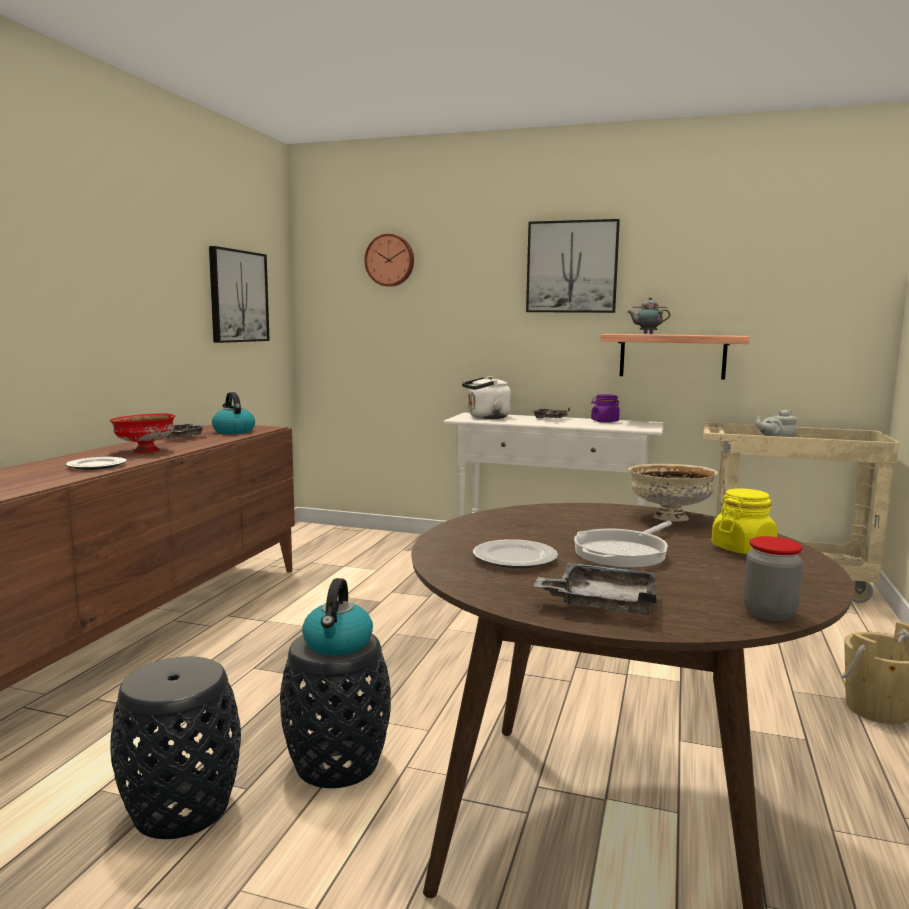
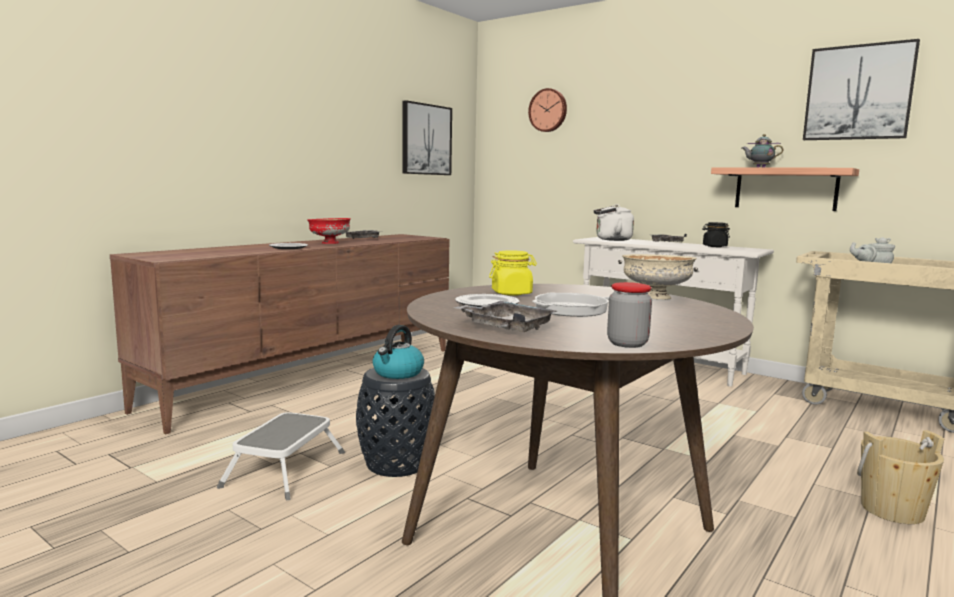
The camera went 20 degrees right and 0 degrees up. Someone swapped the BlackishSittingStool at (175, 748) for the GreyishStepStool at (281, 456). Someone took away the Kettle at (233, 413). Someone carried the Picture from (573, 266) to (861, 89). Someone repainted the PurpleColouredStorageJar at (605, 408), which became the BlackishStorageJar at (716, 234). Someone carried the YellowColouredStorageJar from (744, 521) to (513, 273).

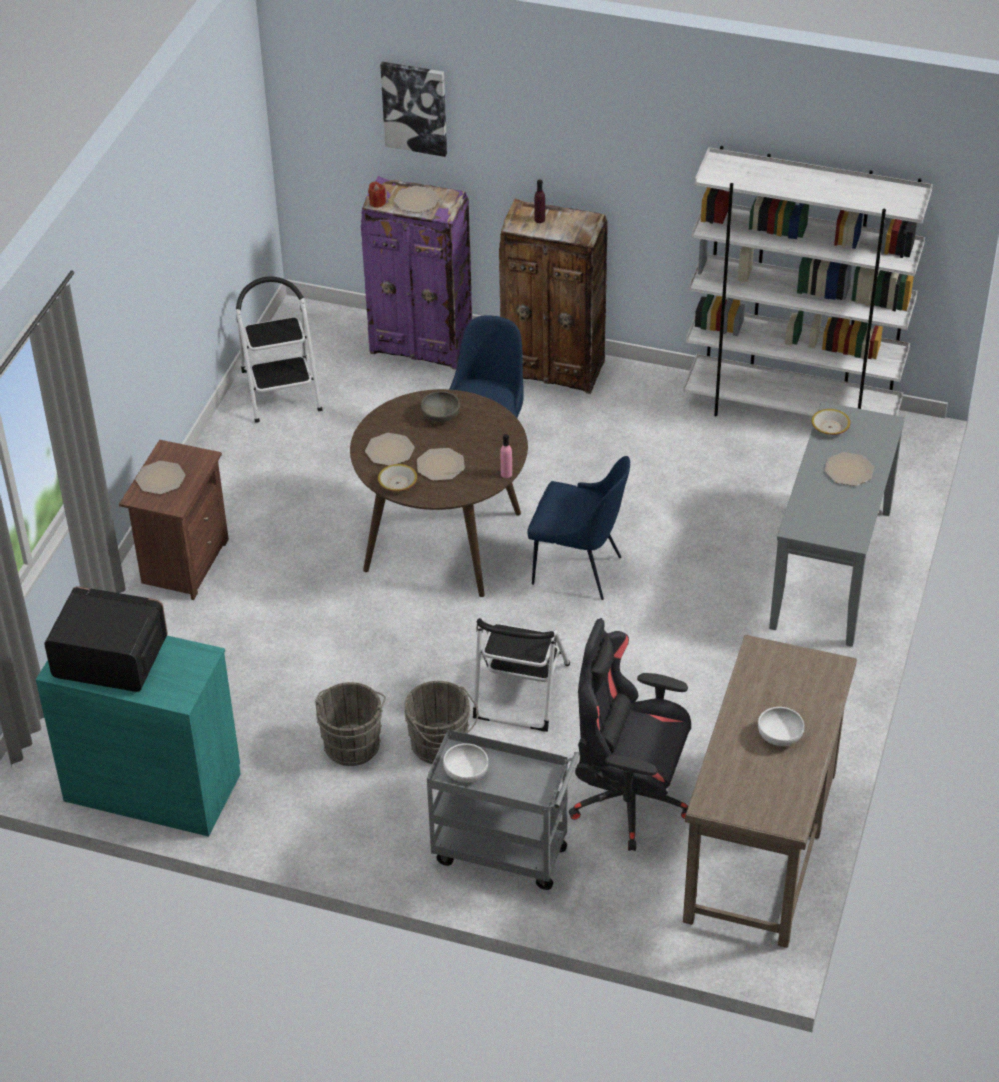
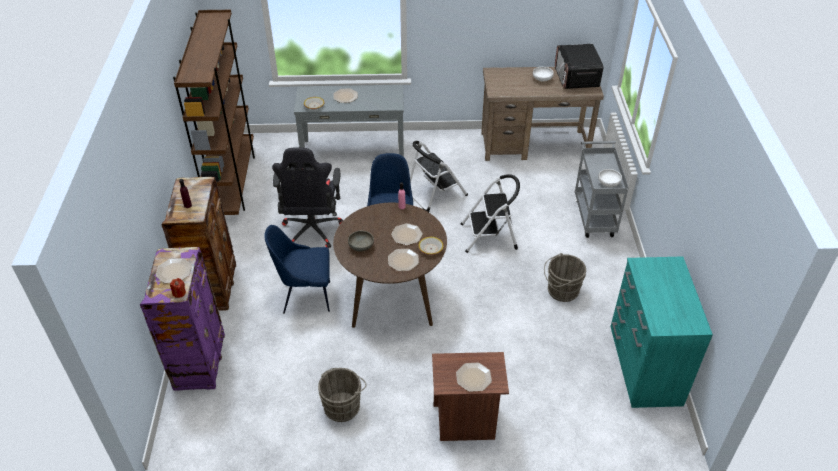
The camera went 110 degrees left and 0 degrees up. Someone carried the Microwave from (106, 639) to (579, 66). Someone carried the StepStool from (279, 350) to (439, 176). Someone took away the Picture at (413, 109). Someone carried the GreyishBucket from (441, 722) to (342, 395). Someone carried the BlackishComputerChair from (630, 734) to (307, 197). Someone repainted the WhitishShelvingUnit at (808, 281), which became the BrownColouredShelvingUnit at (214, 112).

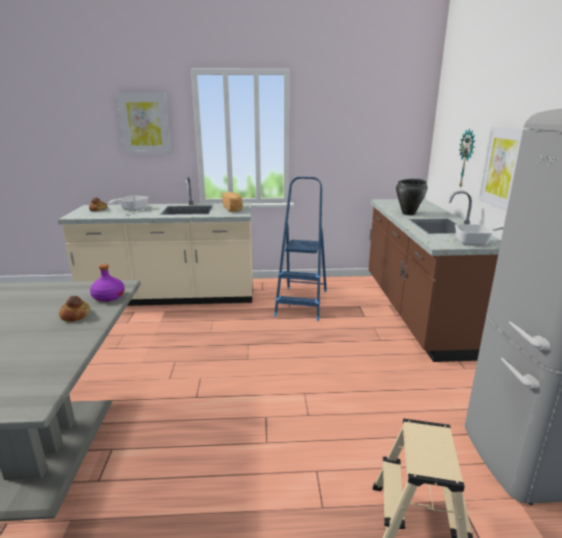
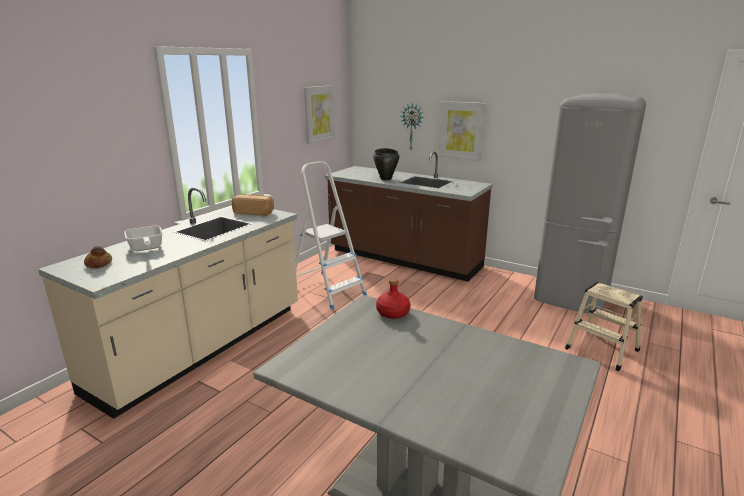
The camera went 55 degrees left and 0 degrees up. Someone took away the BakeryBread at (74, 309). Someone repainted the PurpleColouredBottle at (107, 283), which became the RedBottle at (393, 298). Someone carried the Picture from (143, 123) to (319, 114). Someone repainted the BluishStepStool at (300, 249), which became the WhitishStepStool at (331, 235). Someone took away the Pan at (479, 234).

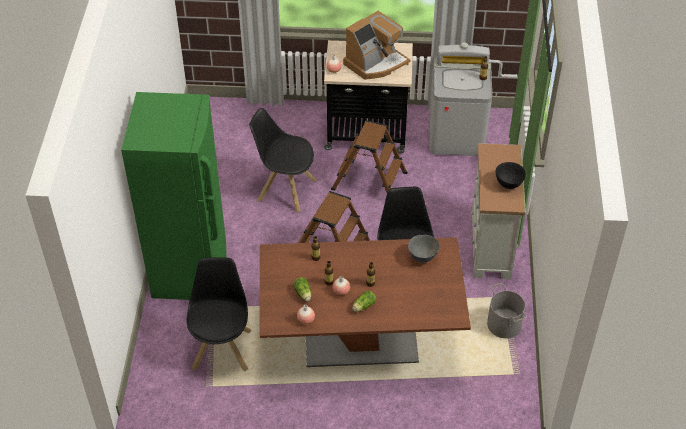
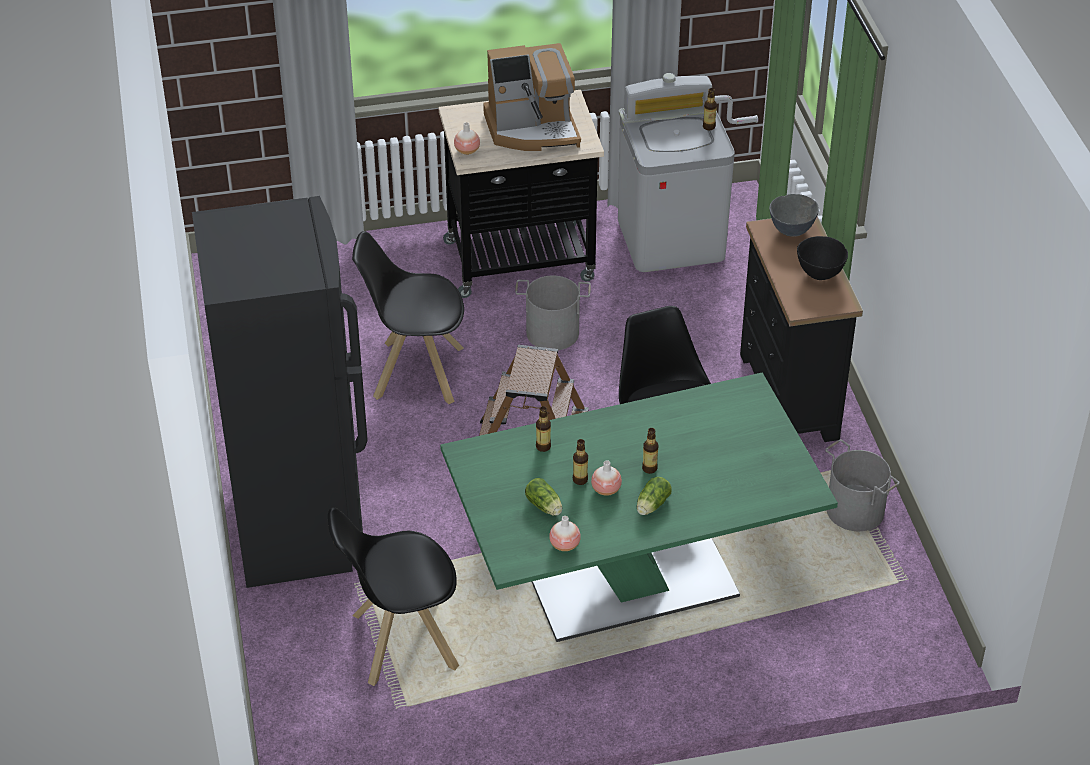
The camera went 15 degrees left and 5 degrees down. Someone repainted the GreenishRefrigerator at (174, 196), which became the BlackishRefrigerator at (280, 392). Someone rotated the BlackishPlainChair at (218, 314) by 90 degrees counterclockwise. Someone repainted the BrownColouredDinnerTable at (365, 302), which became the GreenishDinnerTable at (639, 507). Someone swapped the BrownColouredStepStool at (369, 156) for the GreyishBucket at (553, 313). Someone rotated the CoffeeBrewer at (376, 45) by 45 degrees clockwise. Someone carried the GreyishBowl from (424, 249) to (794, 215). Someone repainted the WhitishChestOfDrawers at (498, 211), which became the BlackishChestOfDrawers at (801, 329).

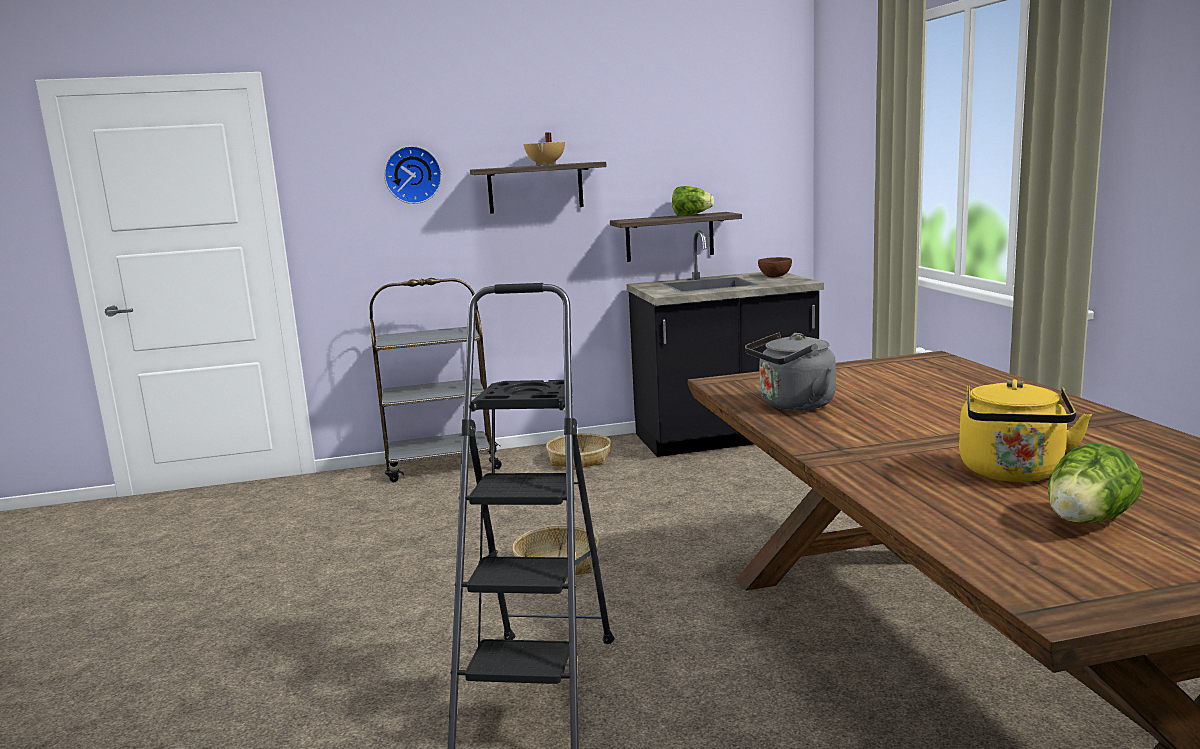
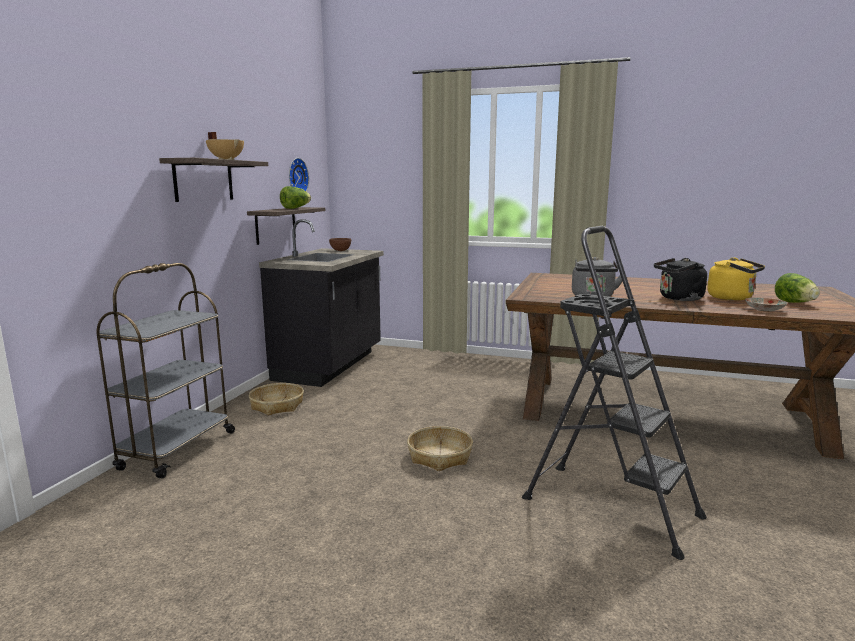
The camera went 60 degrees left and 0 degrees up. Someone carried the HangingClock from (413, 175) to (299, 175). Someone put down the BlackishKettle at (680, 279). Someone put down the Plate at (766, 305).

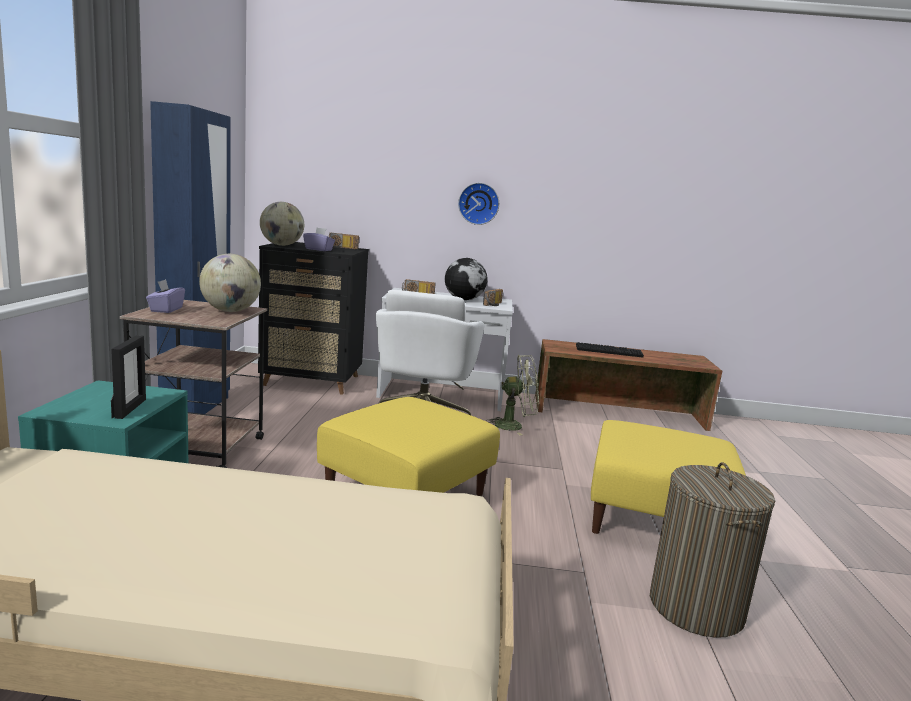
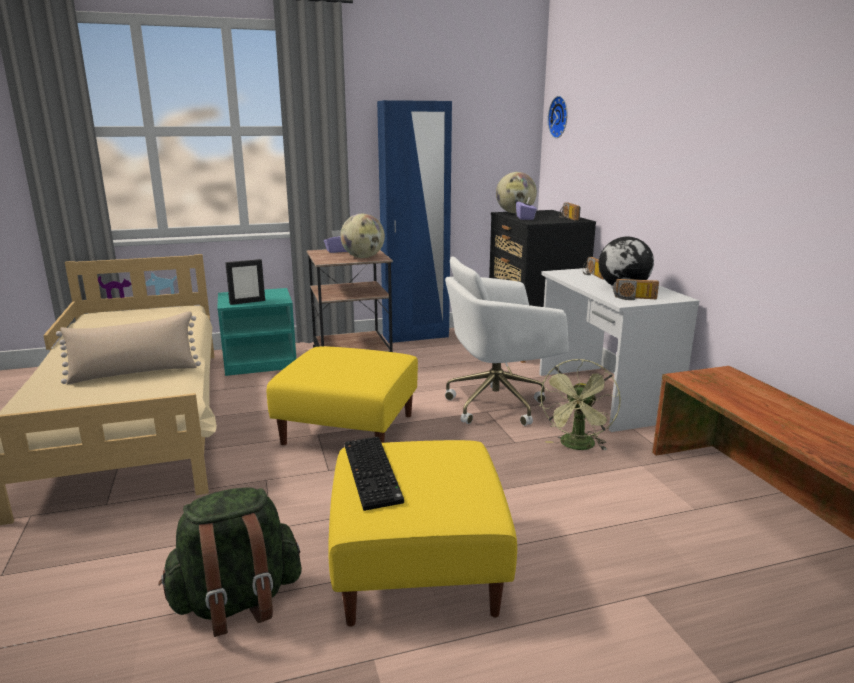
The camera went 70 degrees right and 5 degrees up. Someone carried the HangingClock from (478, 204) to (558, 117). Someone rotated the GreenishElectricFan at (512, 395) by 45 degrees clockwise. Someone carried the PcKeyboard from (610, 350) to (374, 474). Someone swapped the WashingBasket at (713, 550) for the GreenishKnapsack at (230, 562). Someone put down the SandColouredThrowPillow at (128, 347).

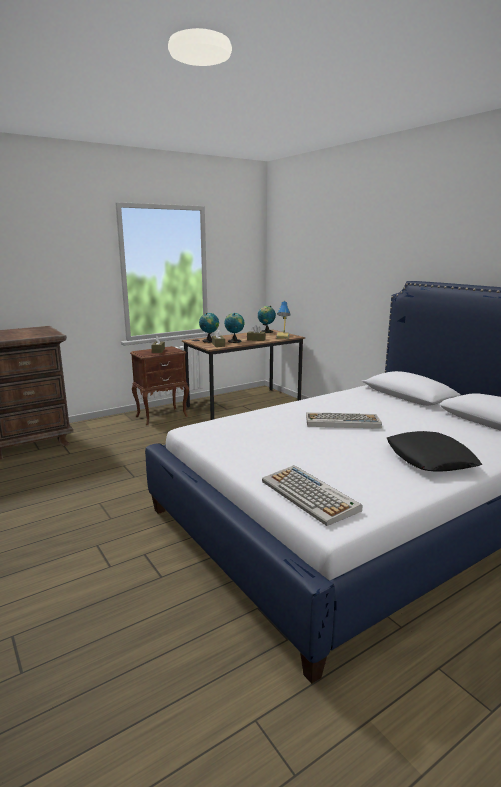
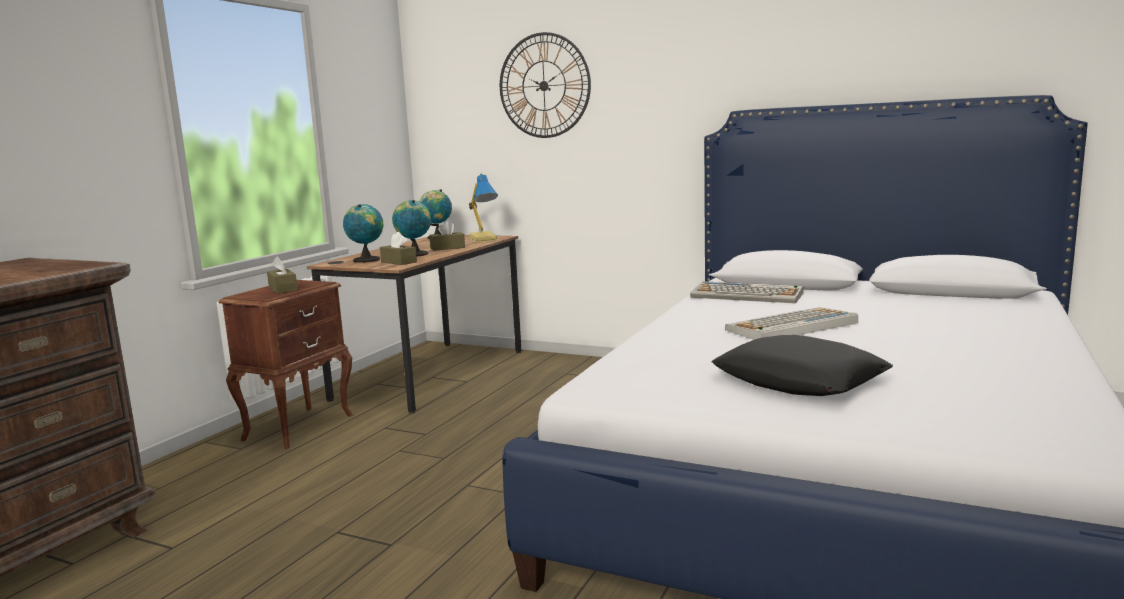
The camera went 30 degrees left and 5 degrees down. Someone carried the PcKeyboard from (312, 495) to (746, 292). Someone carried the BlackishThrowPillow from (434, 451) to (802, 365). Someone put up the HangingClock at (545, 85).

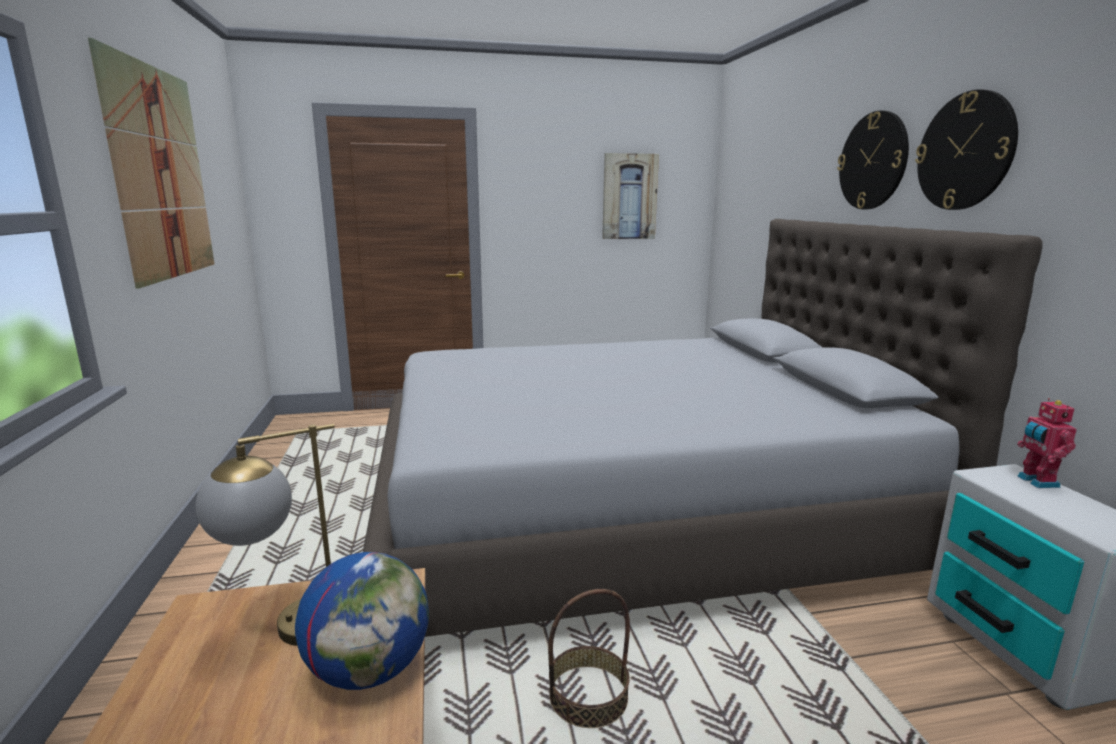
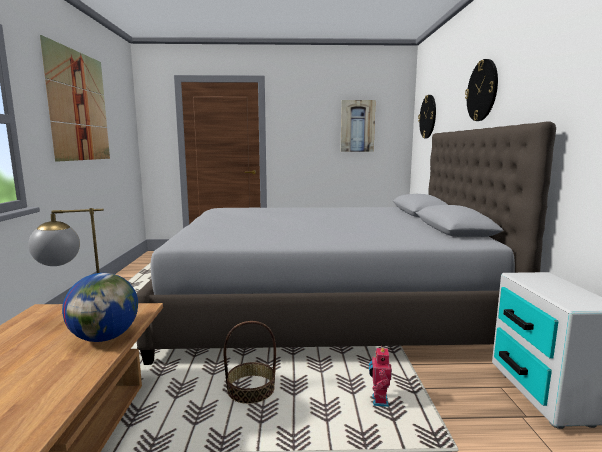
The camera went 10 degrees right and 5 degrees down. Someone carried the HangingClock from (966, 149) to (427, 116). Someone carried the ModelRobot from (1047, 443) to (380, 376).

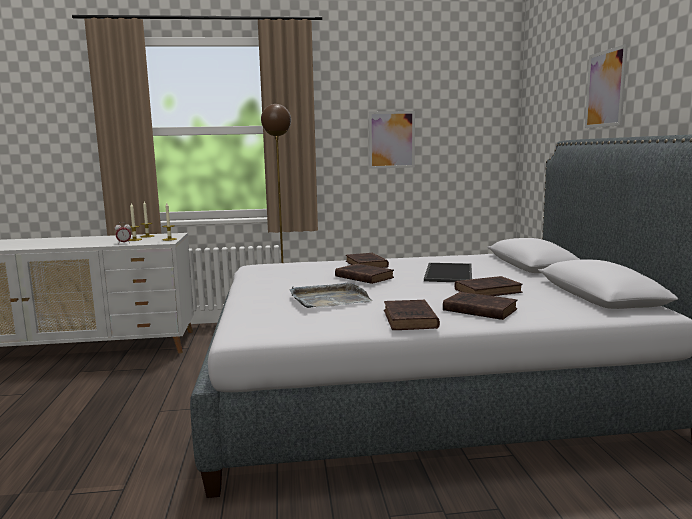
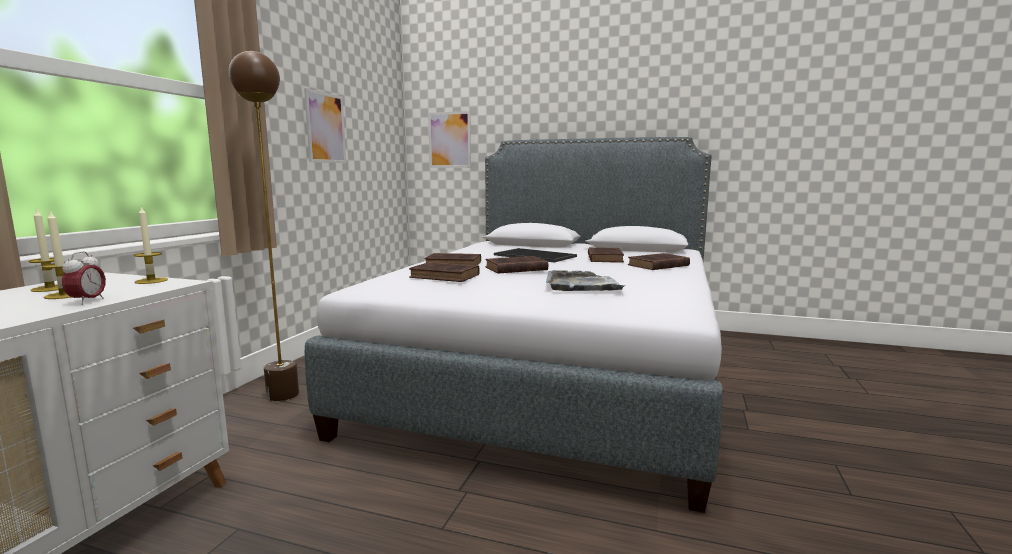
The camera went 65 degrees left and 0 degrees up. Someone carried the BrownColouredBoundBook from (412, 315) to (444, 272). Someone carried the Picture from (606, 86) to (449, 139).

